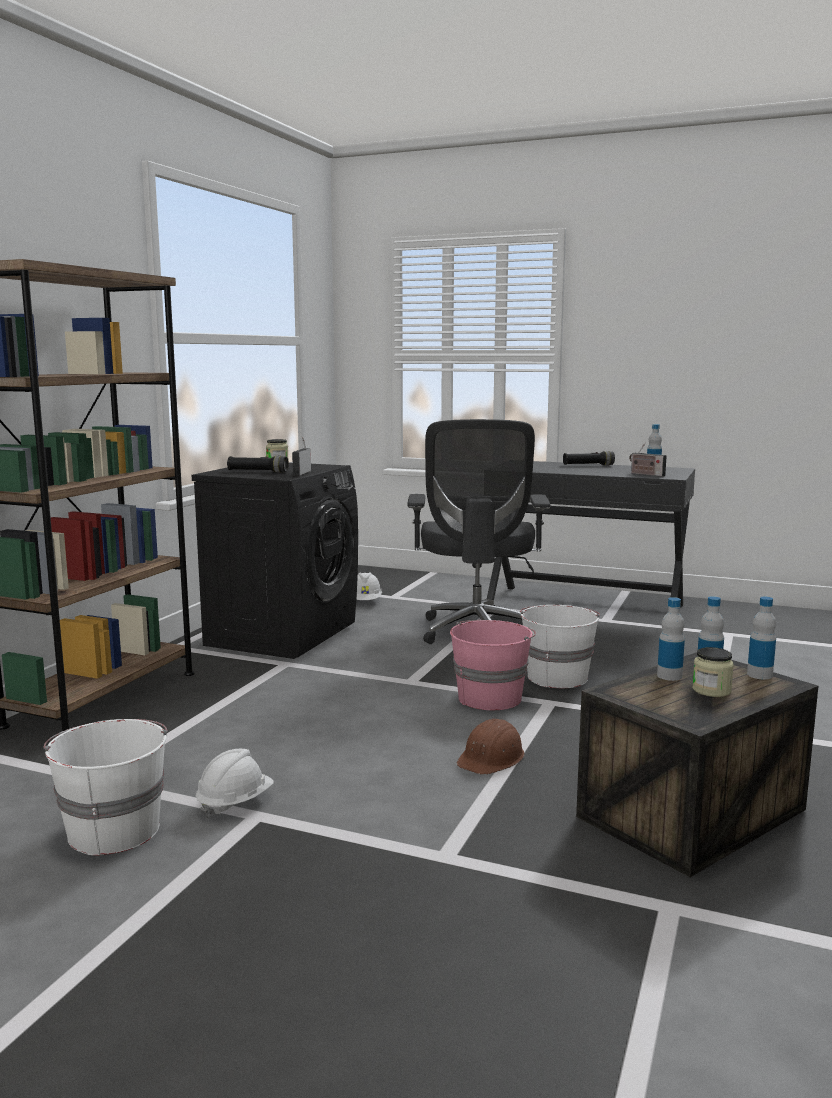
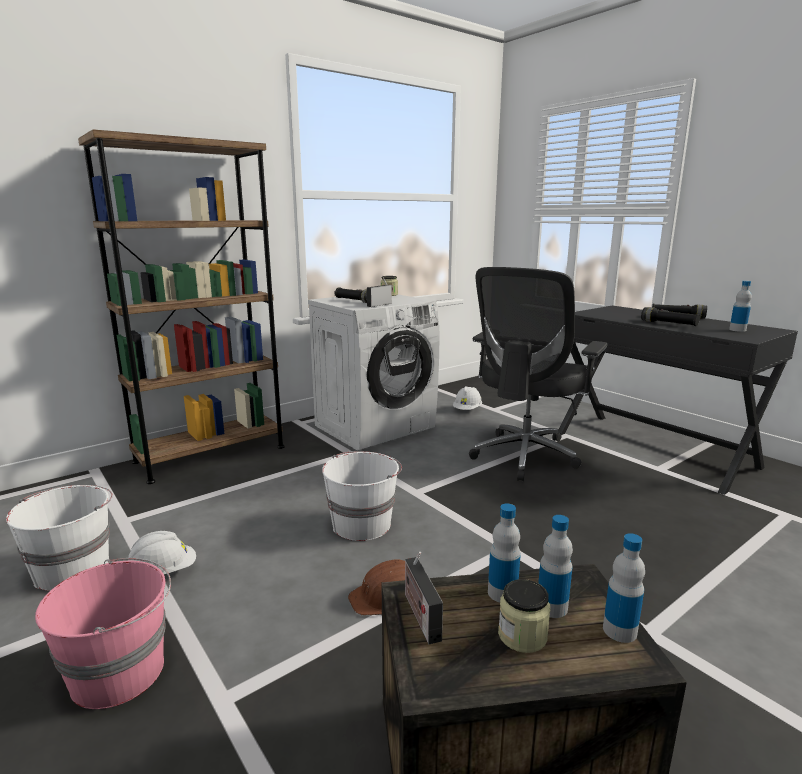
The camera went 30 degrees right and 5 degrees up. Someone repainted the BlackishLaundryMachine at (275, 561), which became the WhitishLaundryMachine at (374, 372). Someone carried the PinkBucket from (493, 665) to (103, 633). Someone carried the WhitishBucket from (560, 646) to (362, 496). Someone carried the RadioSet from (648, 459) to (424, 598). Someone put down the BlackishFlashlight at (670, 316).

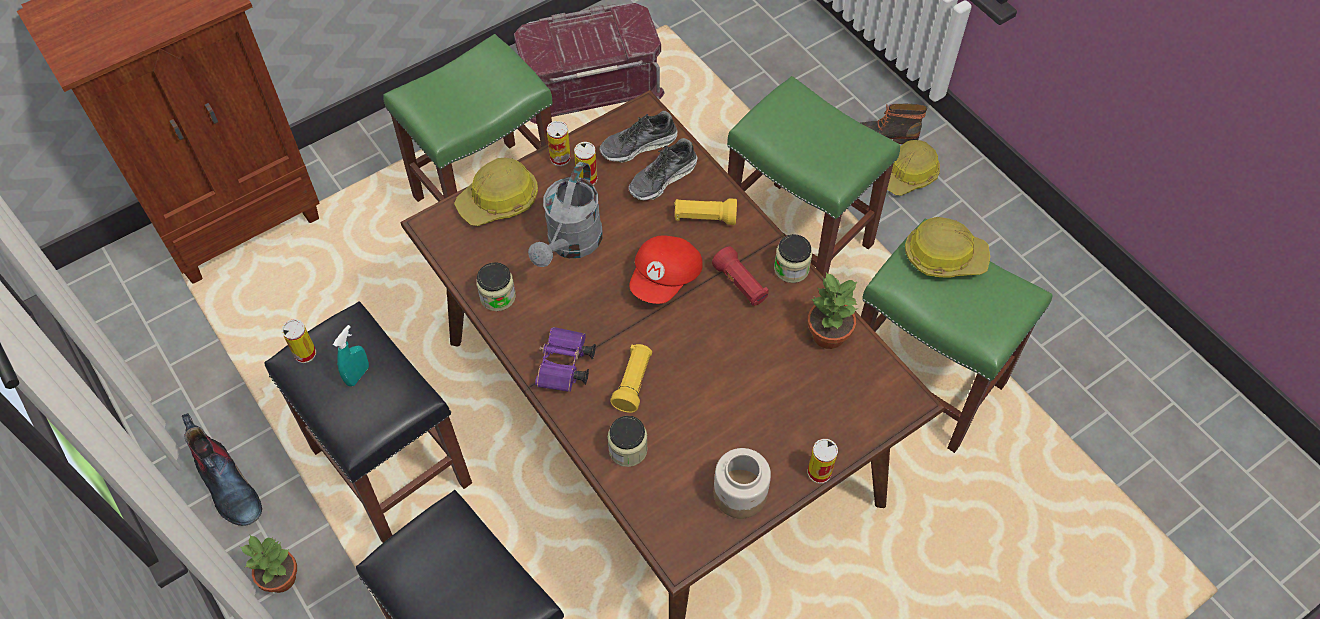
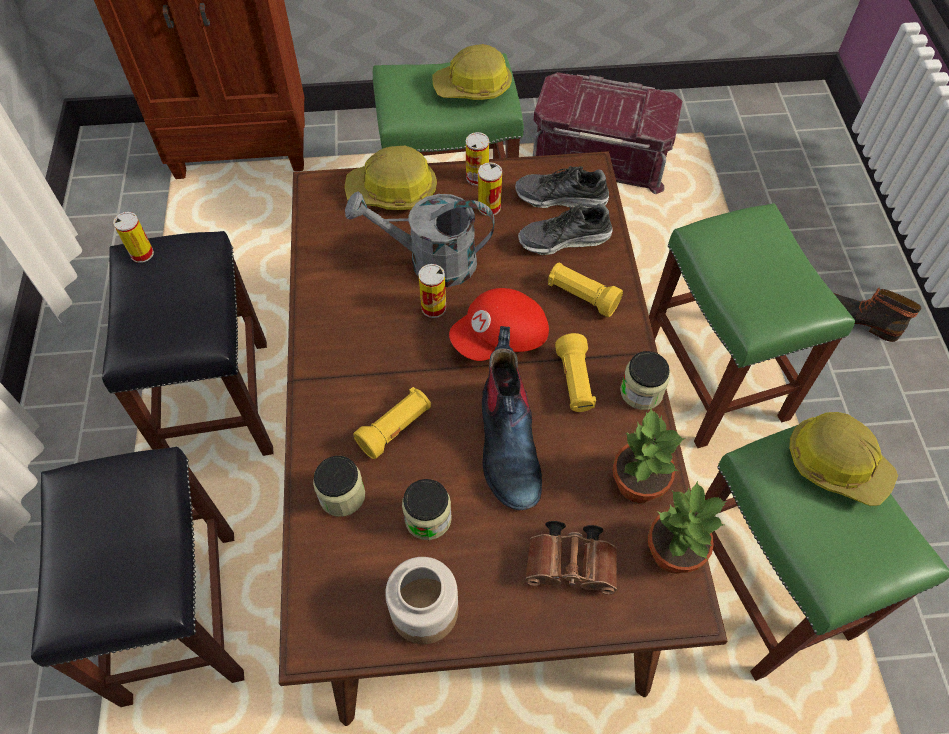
The camera went 30 degrees right and 0 degrees up. Someone carried the Boot from (222, 469) to (512, 418). Someone carried the PottedPlant from (268, 564) to (687, 527). Someone took away the TurquoiseColouredHandSprayer at (351, 355). Someone carried the StorageJar from (496, 286) to (427, 509). Someone rotated the GreyishSprinklingCan at (565, 214) by 45 degrees clockwise. Someone took away the PurpleColouredFieldGlasses at (565, 359). Someone repainted the RedFlashlight at (740, 276), which became the YellowColouredFlashlight at (575, 372). Someone carried the MetalCan from (823, 461) to (432, 291). Someone carried the WorkHelmet from (913, 168) to (472, 72). Someone put down the BrownColouredFieldGlasses at (571, 557).

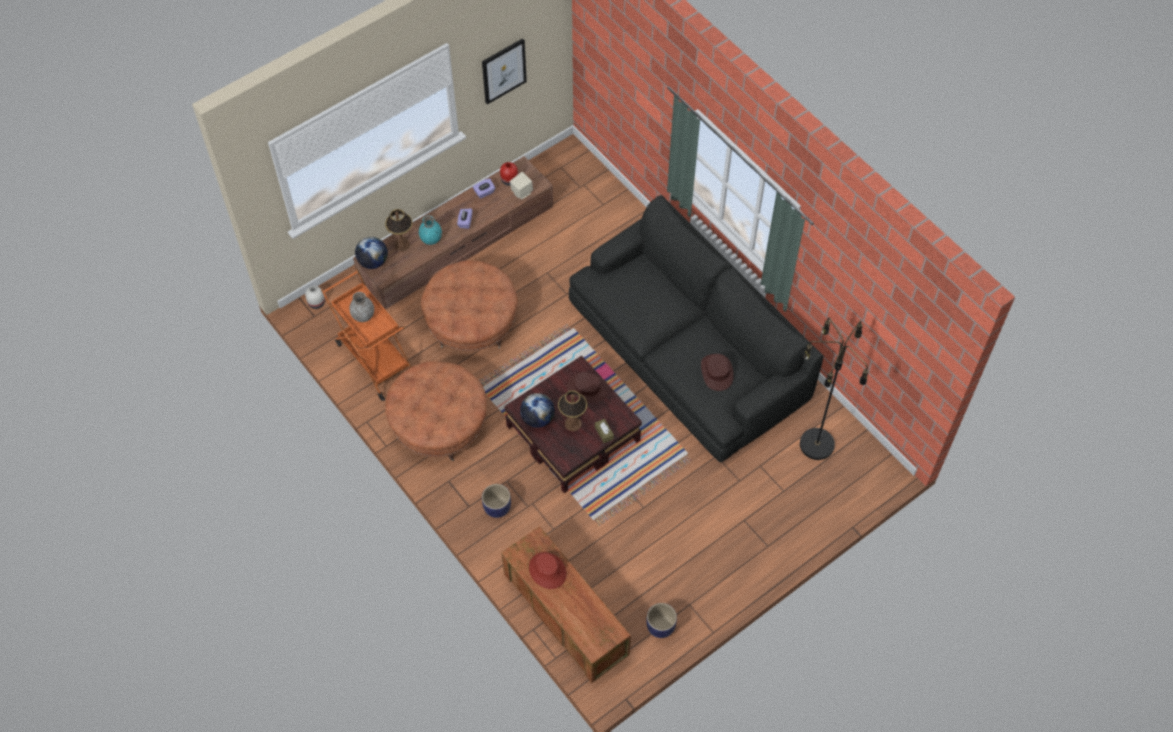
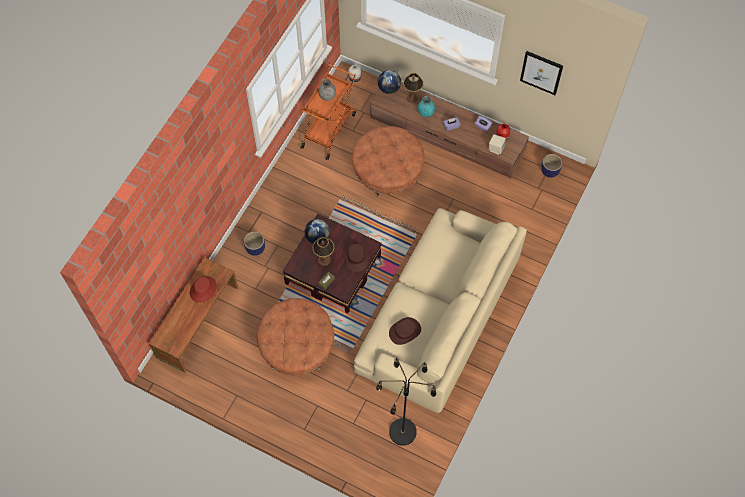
The camera went 65 degrees right and 5 degrees up. Someone carried the BrownColouredPouffe from (436, 411) to (295, 336). Someone repainted the BlackishSofa at (696, 328), which became the SandColouredSofa at (440, 310). Someone carried the FlowerPot from (661, 620) to (551, 166).

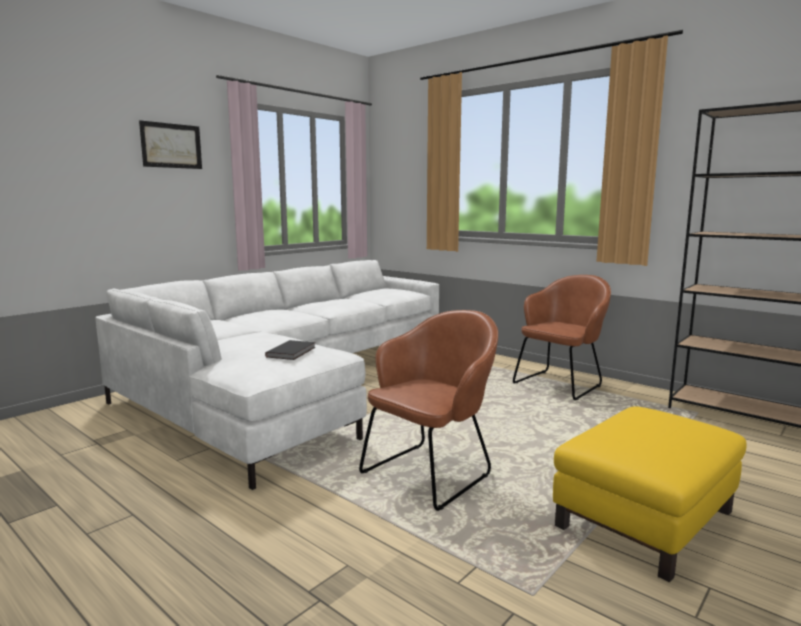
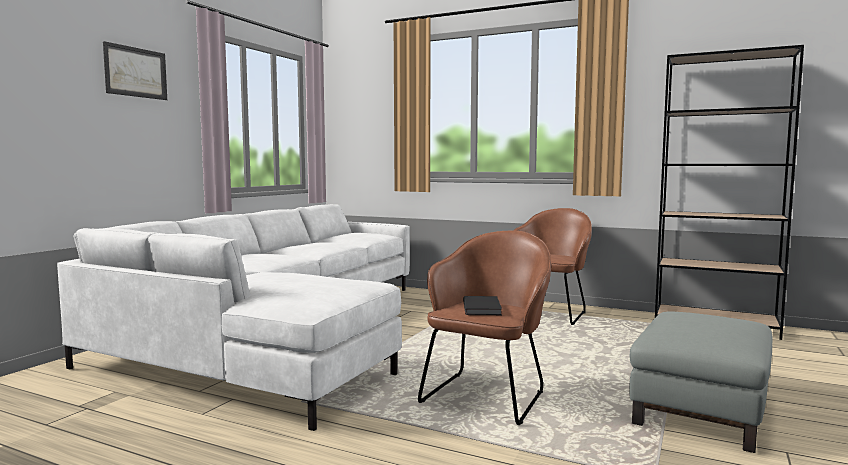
The camera went 15 degrees left and 5 degrees down. Someone carried the BlackishBoundBook from (290, 350) to (482, 305). Someone repainted the YellowColouredPouffe at (650, 494), which became the GreyishPouffe at (701, 382).

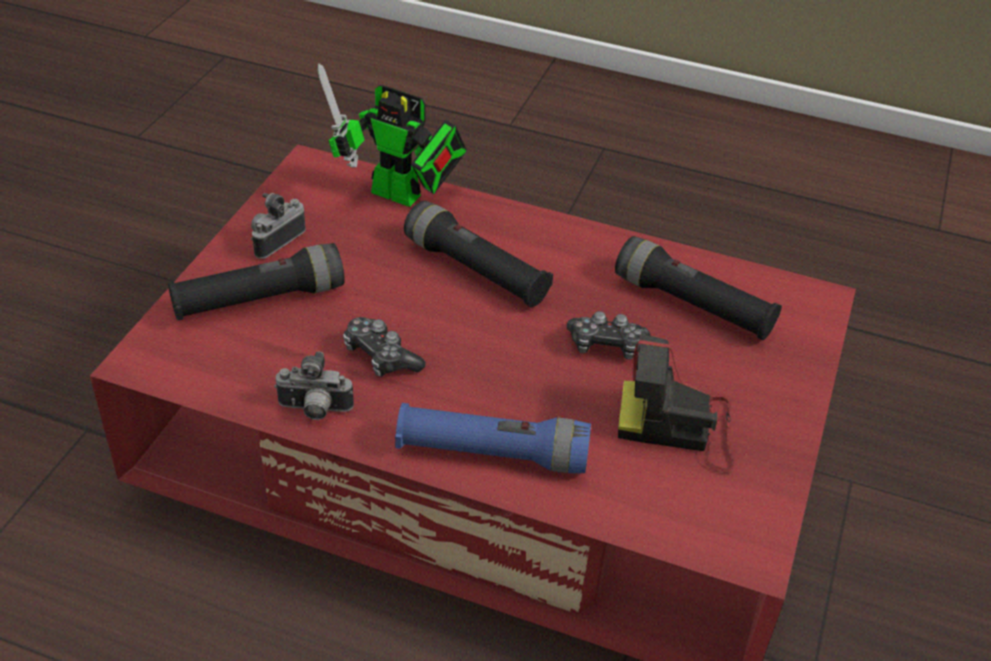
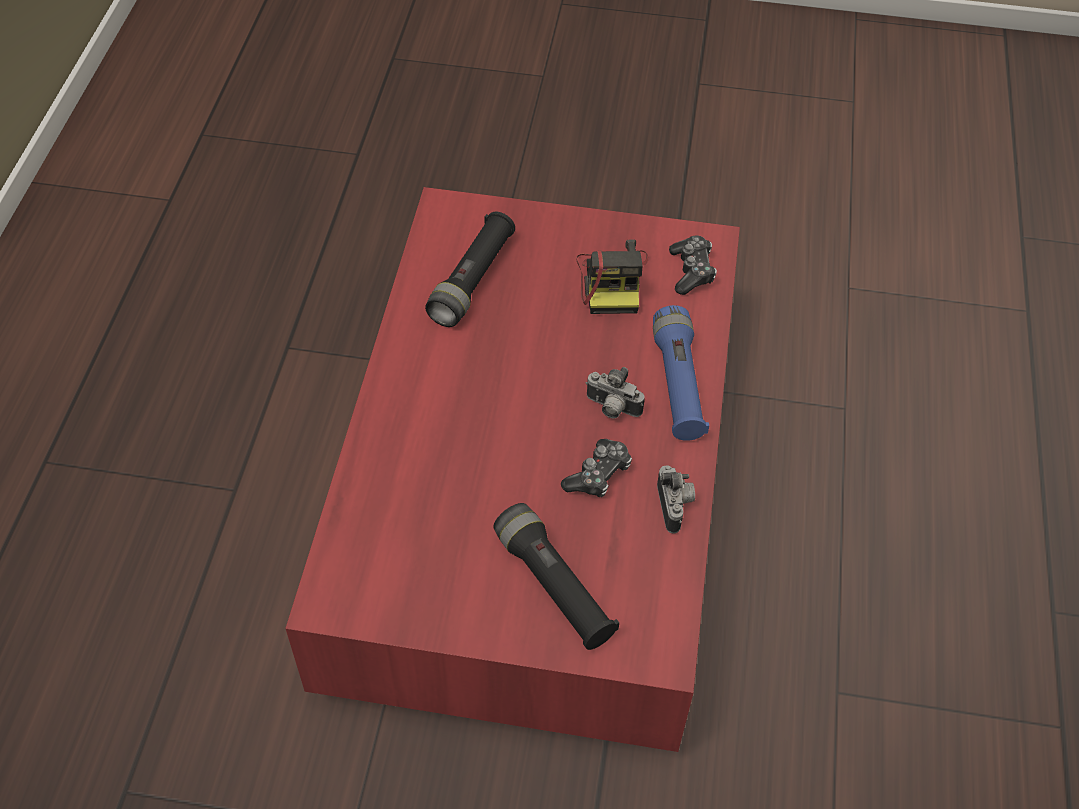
The camera went 100 degrees left and 10 degrees up. Someone carried the PhotoCamera from (278, 226) to (615, 393). Someone took away the ModelRobot at (392, 135). Someone took away the BlackishFlashlight at (478, 254). Someone carried the Gamepad from (609, 335) to (693, 265).

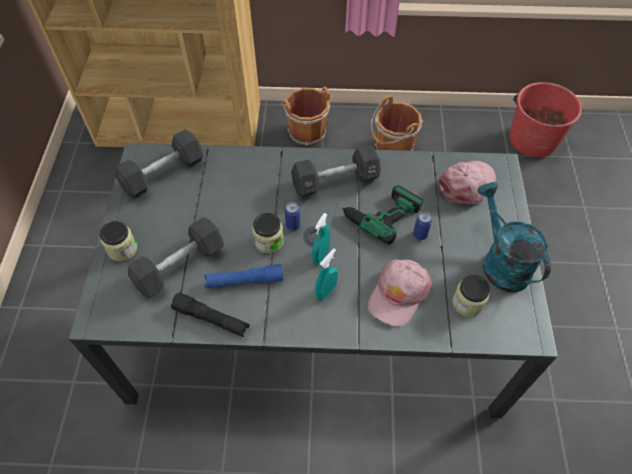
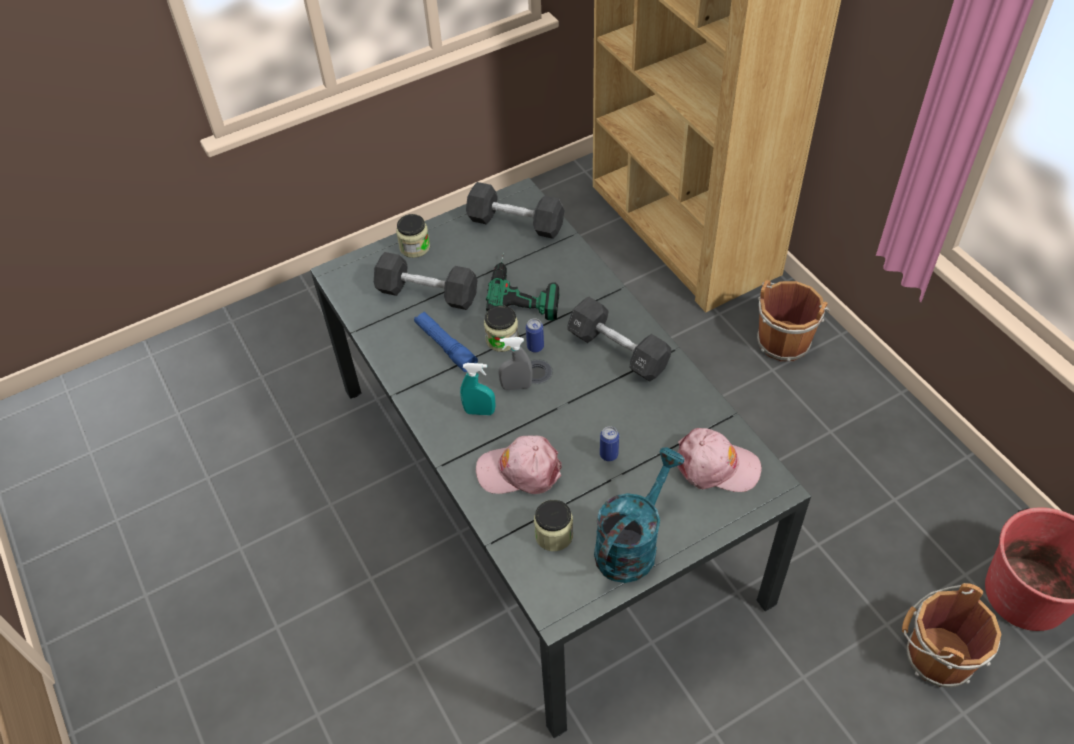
The camera went 60 degrees right and 5 degrees down. Someone took away the BlackishFlashlight at (210, 314). Someone repainted the TurquoiseColouredHandSprayer at (321, 239), which became the GreyishHandSprayer at (515, 363). Someone carried the ElectricDrill from (378, 214) to (522, 287). Someone carried the BrownColouredBucket from (397, 123) to (952, 635).

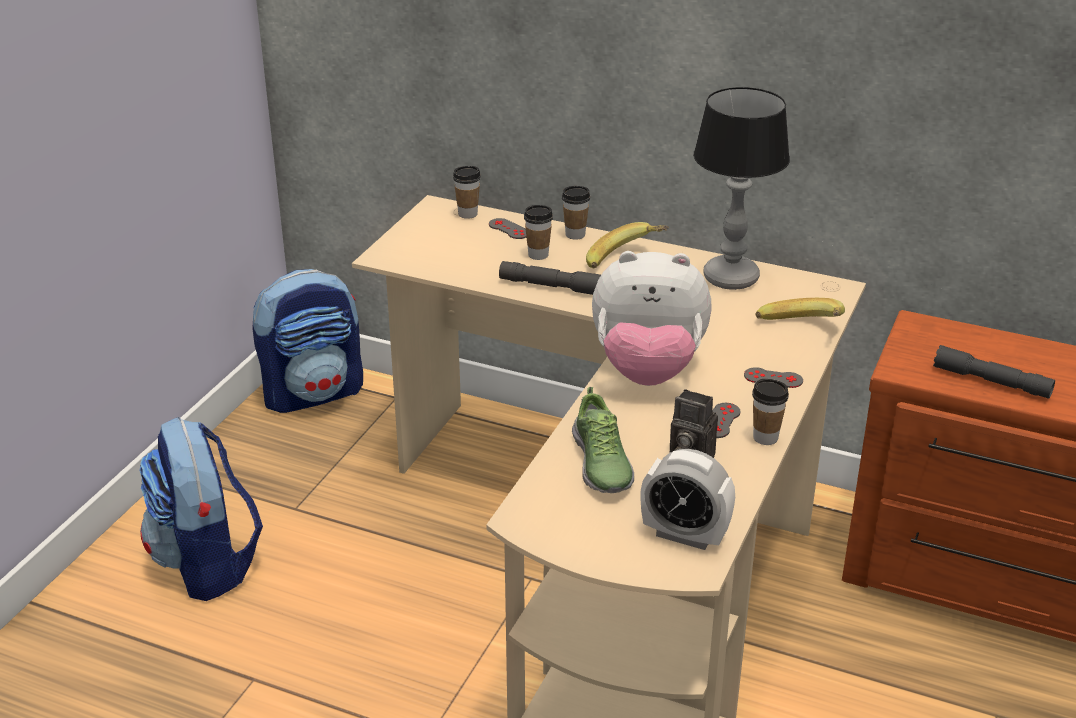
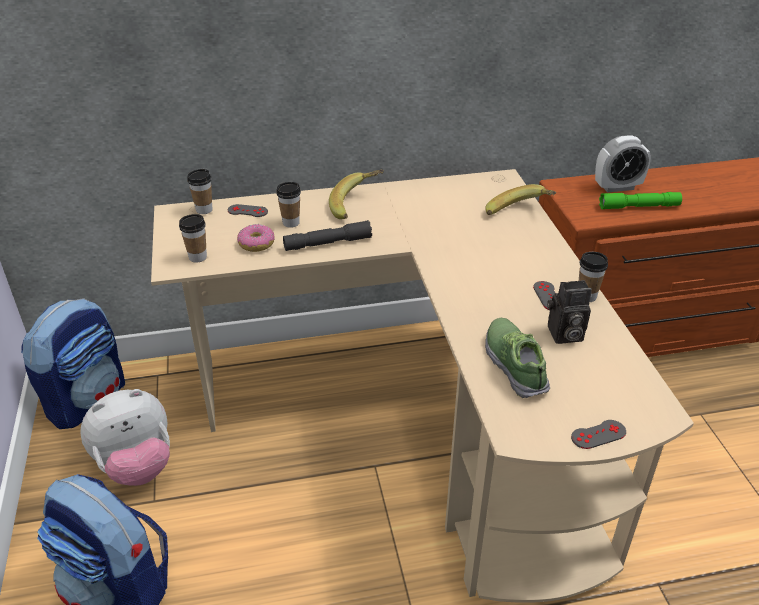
The camera went 35 degrees left and 5 degrees up. Someone carried the Cup from (576, 213) to (193, 238). Someone rotated the LowShoe at (603, 440) by 150 degrees counterclockwise. Someone carried the PlushToy from (652, 318) to (125, 437). Someone carried the BedsideClock from (688, 499) to (623, 164). Someone took away the TabletopLamp at (741, 188). Someone carried the GreyishGamepad from (773, 377) to (598, 434). Someone repainted the GreyishFlashlight at (994, 372), which became the GreenishFlashlight at (640, 200). Someone put down the Donut at (256, 238).

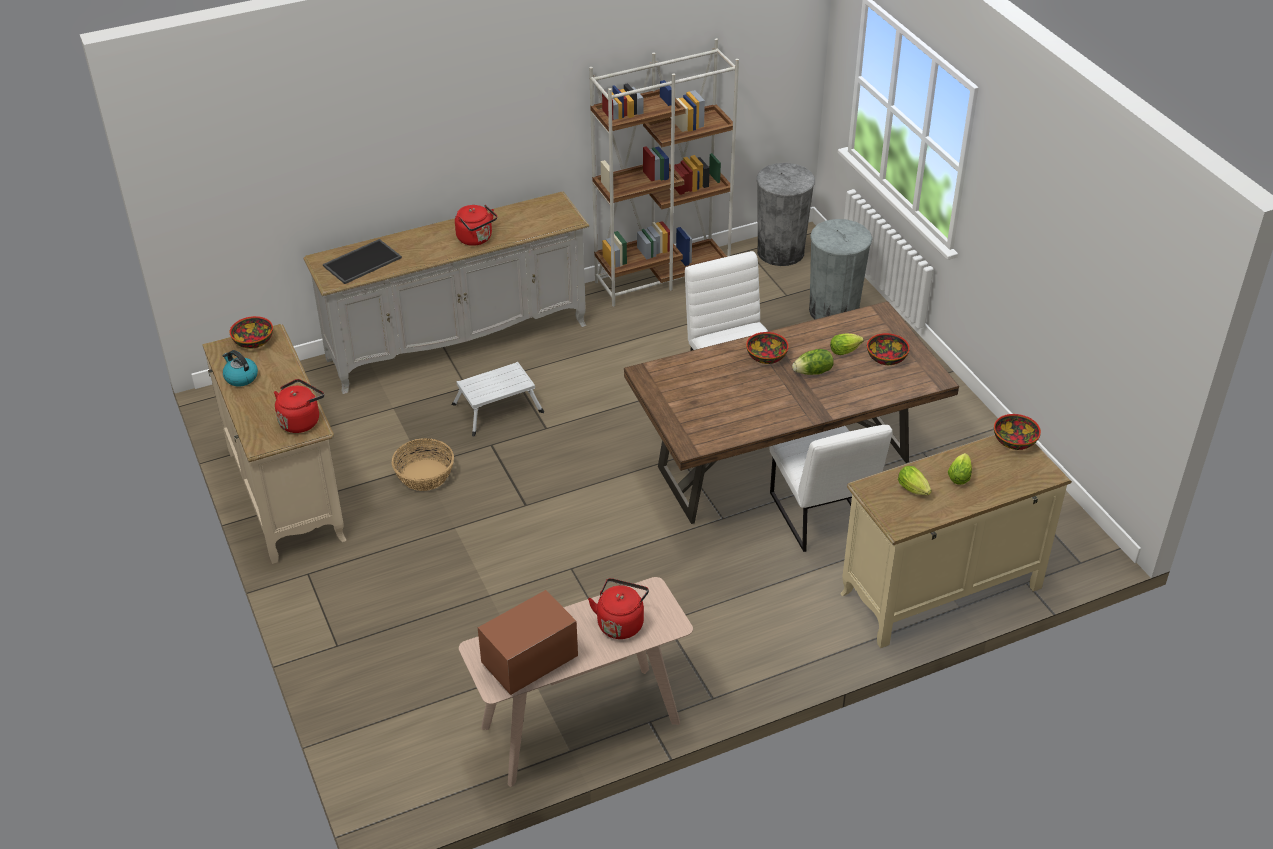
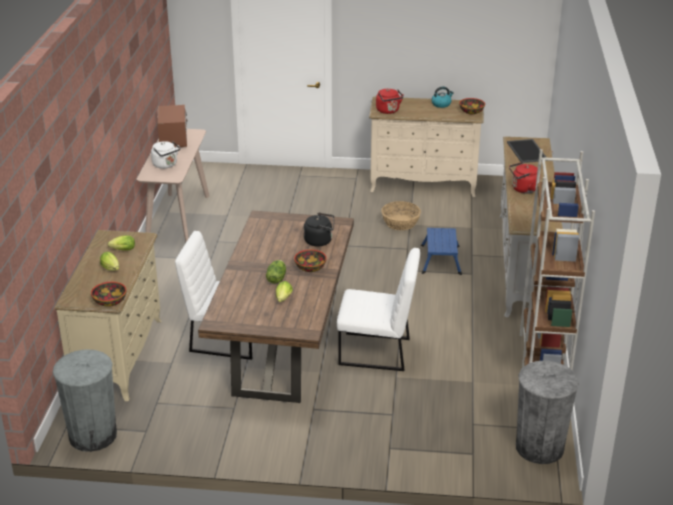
The camera went 120 degrees right and 10 degrees down. Someone repainted the WhitishStepStool at (497, 399), which became the BluishStepStool at (441, 251). Someone repainted the RedKettle at (618, 608), which became the WhitishKettle at (165, 155). Someone carried the GreyishRubbishBin from (840, 269) to (85, 400). Someone took away the Bowl at (888, 349). Someone put down the BlackishKettle at (319, 230).

